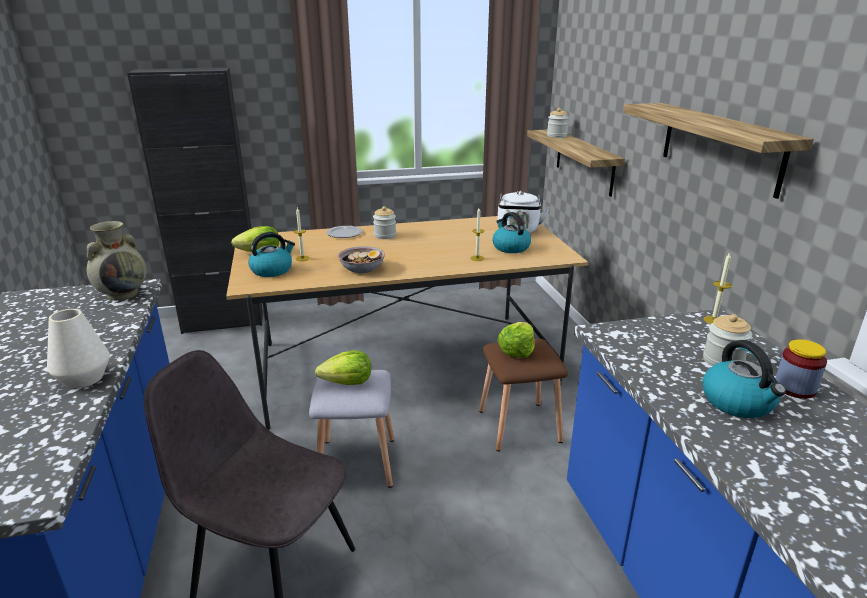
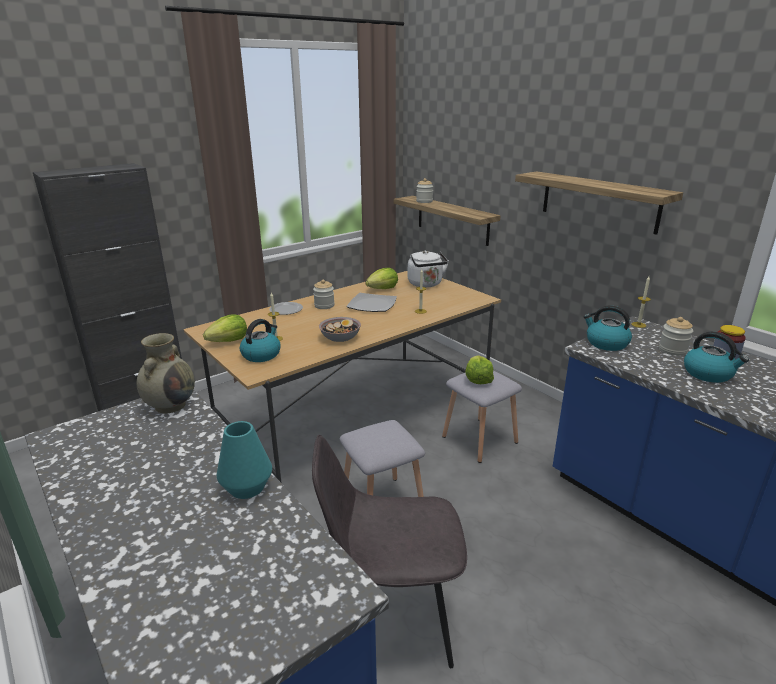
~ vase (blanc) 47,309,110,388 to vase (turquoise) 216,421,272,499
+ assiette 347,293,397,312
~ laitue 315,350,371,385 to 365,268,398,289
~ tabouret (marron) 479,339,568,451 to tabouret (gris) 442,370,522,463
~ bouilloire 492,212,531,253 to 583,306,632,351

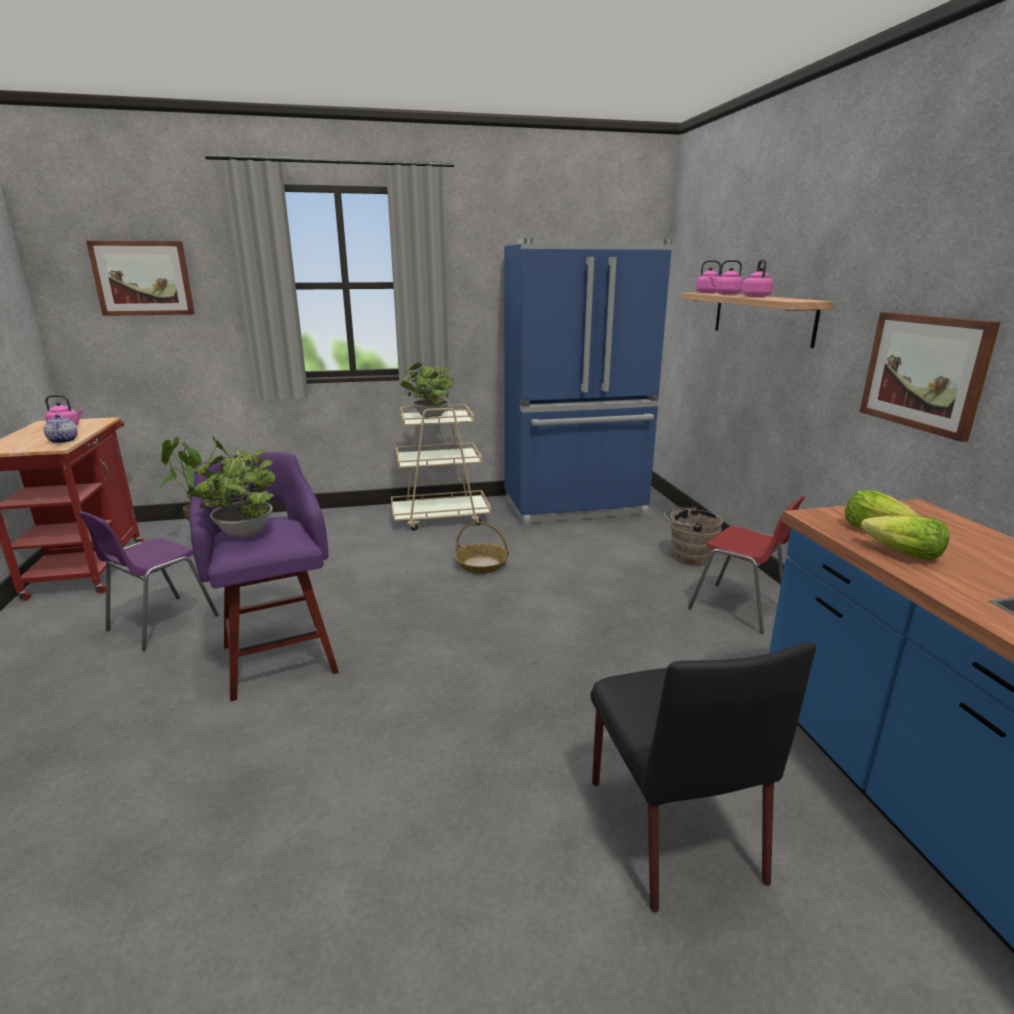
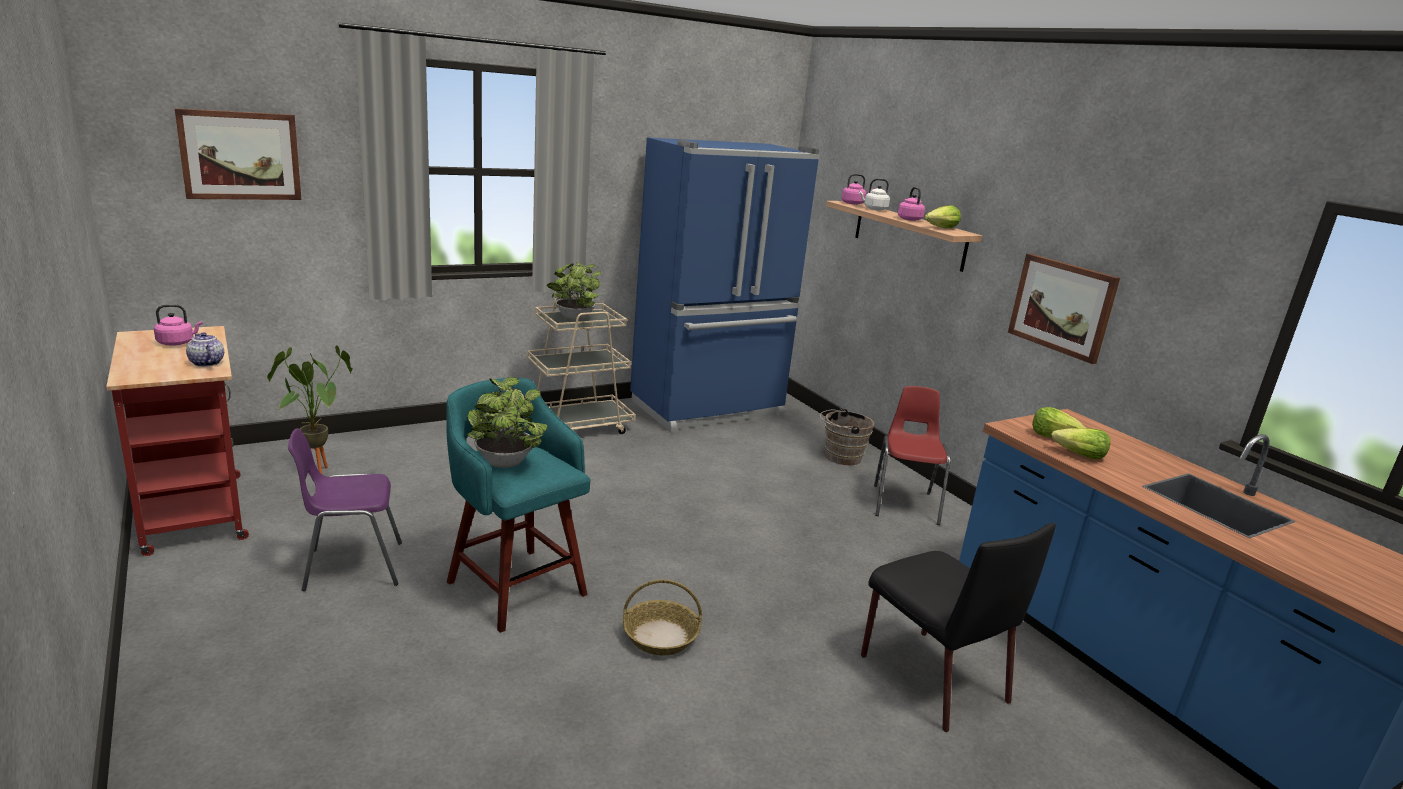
~ chaise (violet) 78,511,219,651 = 288,428,402,591 60 degrees clockwise
~ tabouret (violet) 190,452,339,701 to tabouret (turquoise) 446,378,590,633
~ panier 454,521,509,574 to 623,579,702,655
~ bouilloire (rose) 709,260,743,295 to bouilloire (blanc) 859,178,890,211
~ chaise (rouge) 688,496,805,634 = 874,386,951,525 105 degrees counterclockwise
+ laitue 924,205,961,228

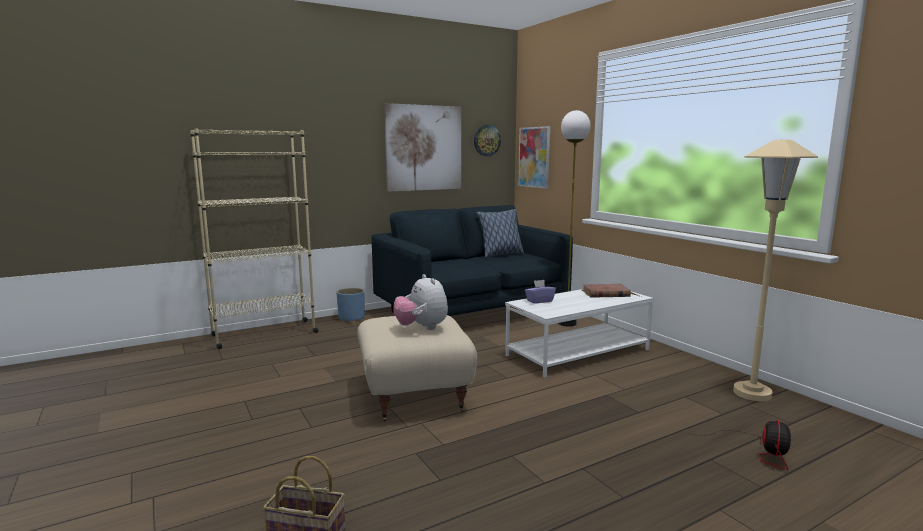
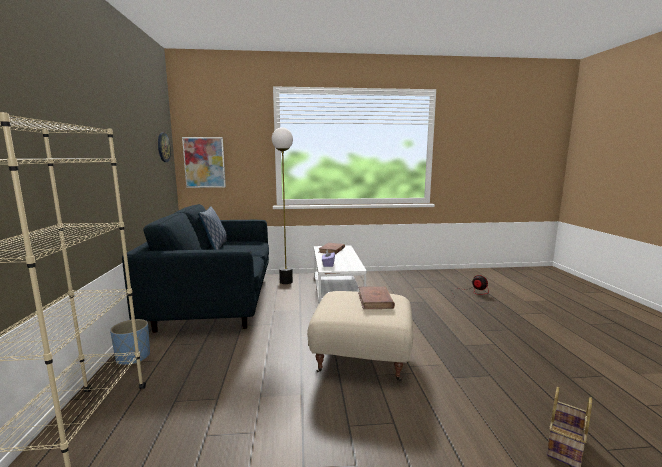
~ peluche 393,274,448,330 to livre (marron) 358,286,395,309
- tableau 384,103,461,192
- lampadaire (beige) 733,140,818,401

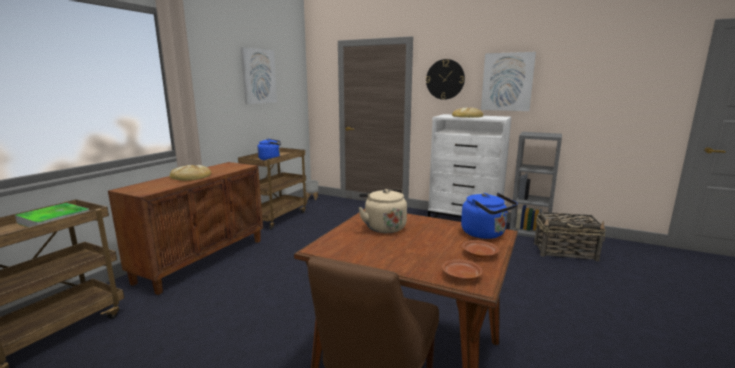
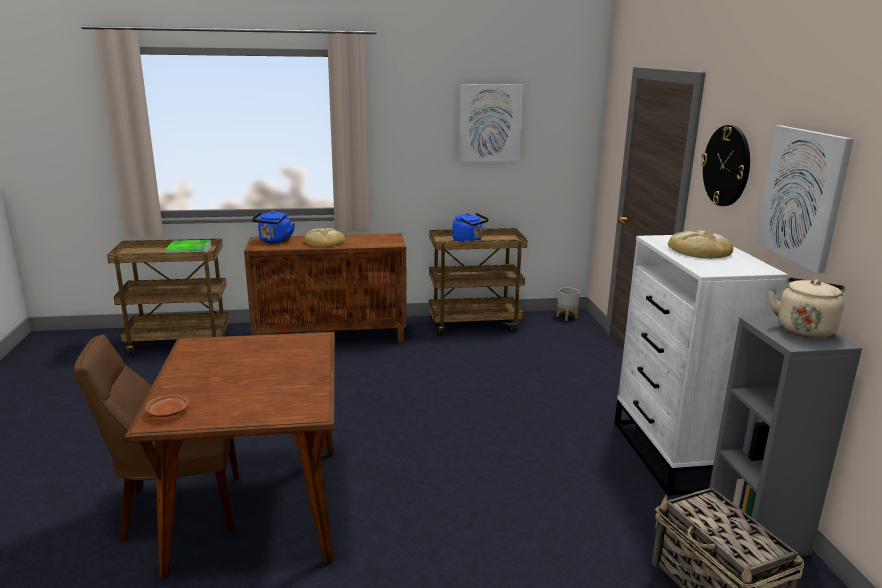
~ bouilloire (bleu) 461,193,518,239 to 252,211,295,244
~ bouilloire (beige) 358,189,407,233 to 769,277,845,338
- assiette (marron) 462,240,500,258

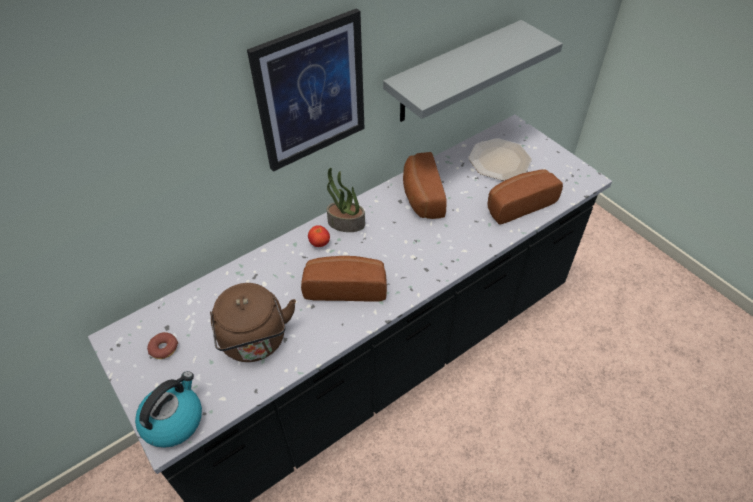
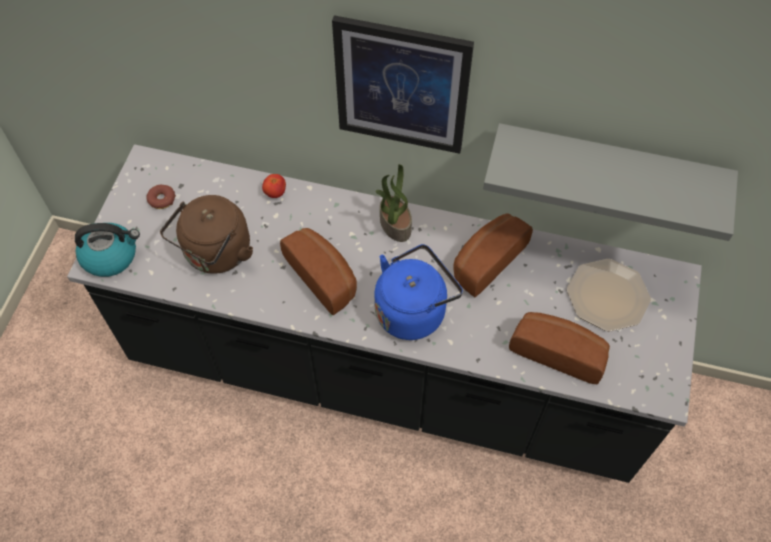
~ tomate 308,225,330,247 to 262,174,286,198
+ bouilloire (bleu) 374,244,463,340

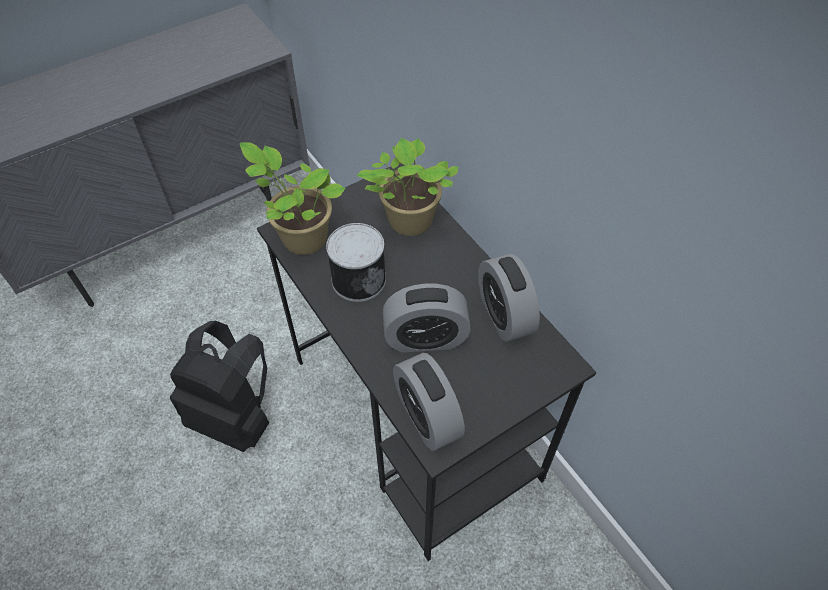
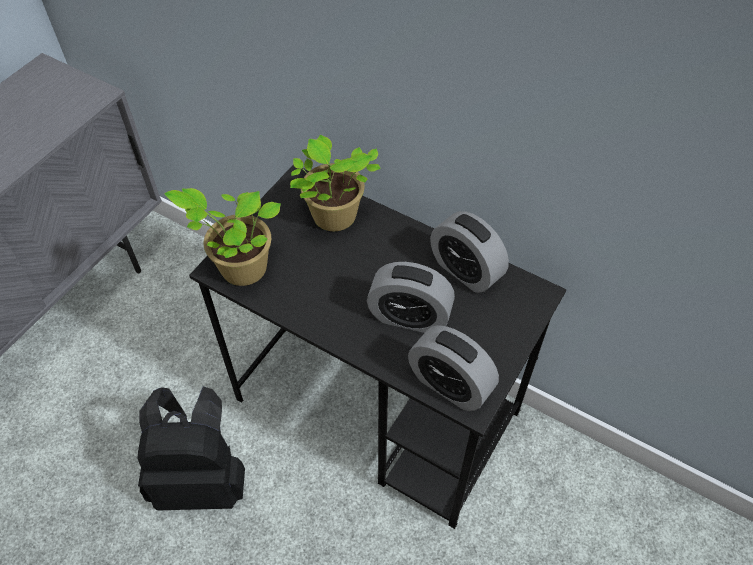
~ réveil 383,283,471,352 = 367,262,455,333 45 degrees clockwise
- boîte métallique 326,223,386,302

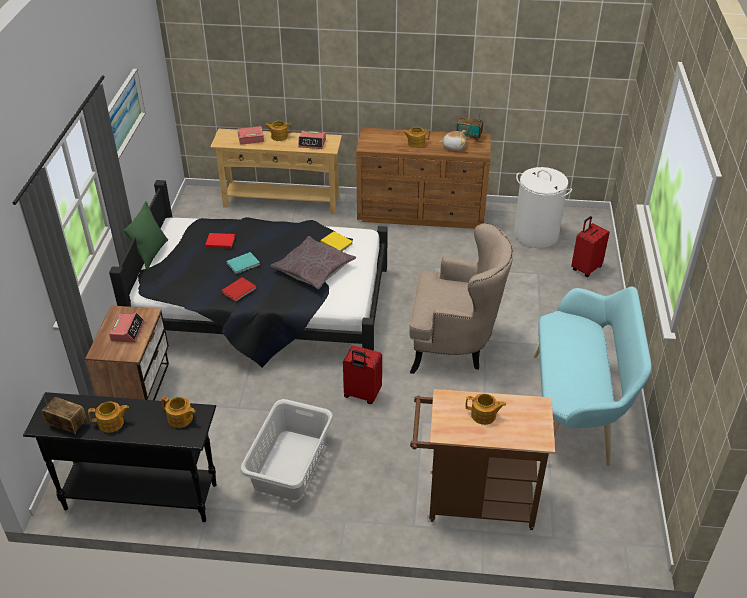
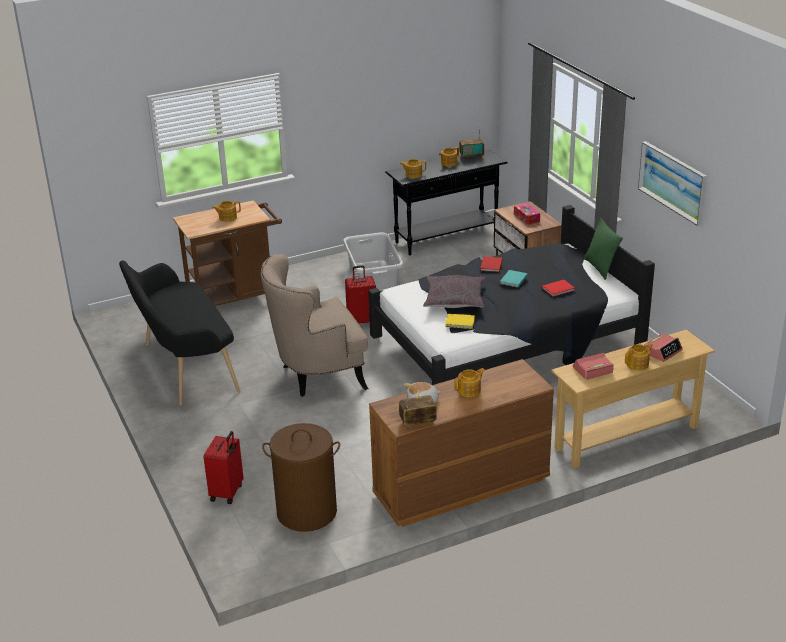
~ banc (turquoise) 534,286,652,466 to banc (noir) 119,260,240,406
~ panier à linge (blanc) 514,167,572,248 to panier à linge (marron) 262,423,340,532
~ réveil 109,313,145,343 to boîte à mouchoirs 514,203,540,225

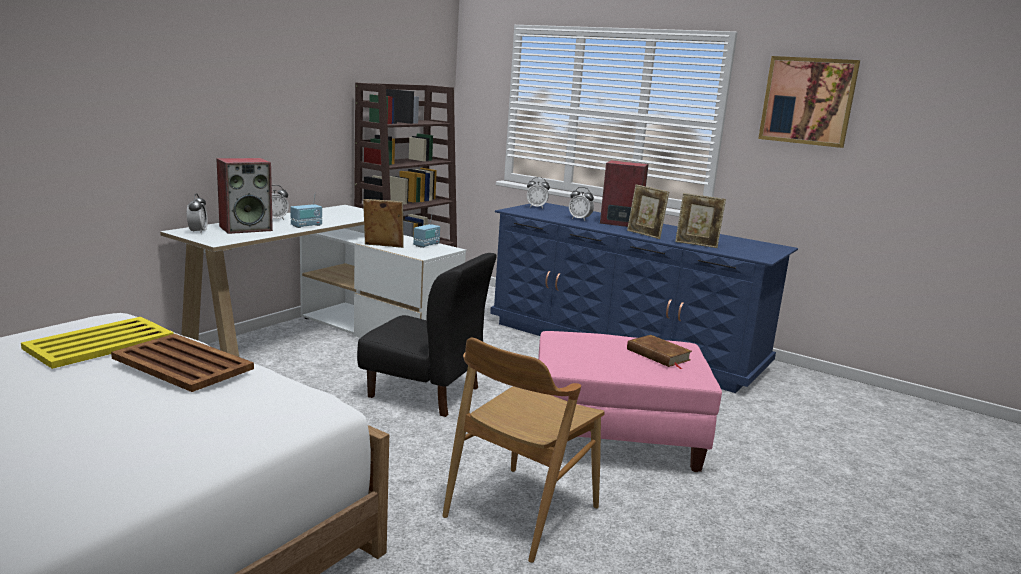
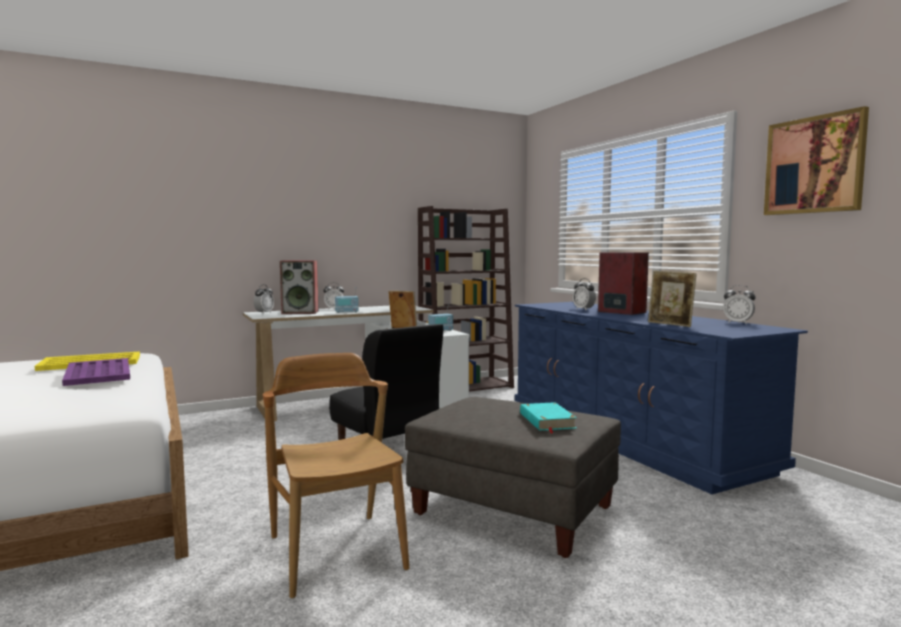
~ plateau (marron) 111,334,254,392 to plateau (violet) 62,358,130,386
~ chaise (marron) 442,338,604,563 = 263,353,409,599 90 degrees clockwise
~ pouf (rose) 538,331,722,472 to pouf (gris) 405,397,621,558
~ livre (marron) 627,335,692,369 to livre (turquoise) 520,402,577,434
~ réveil 527,177,550,209 to 723,285,756,324
- cadre photo 627,184,669,239

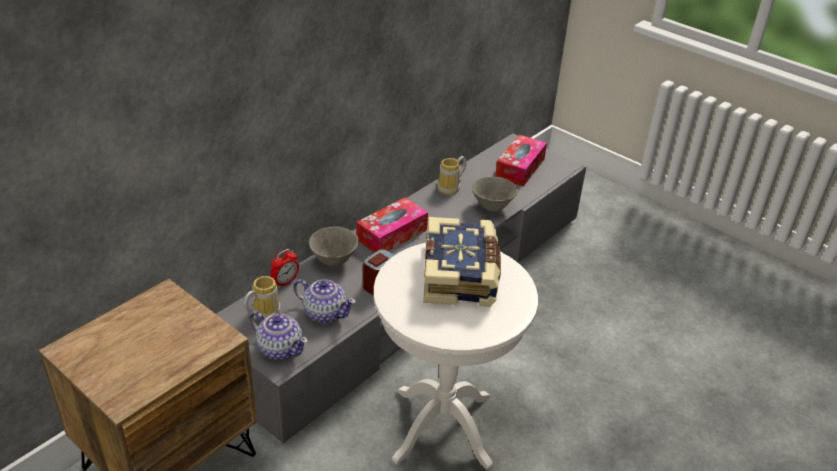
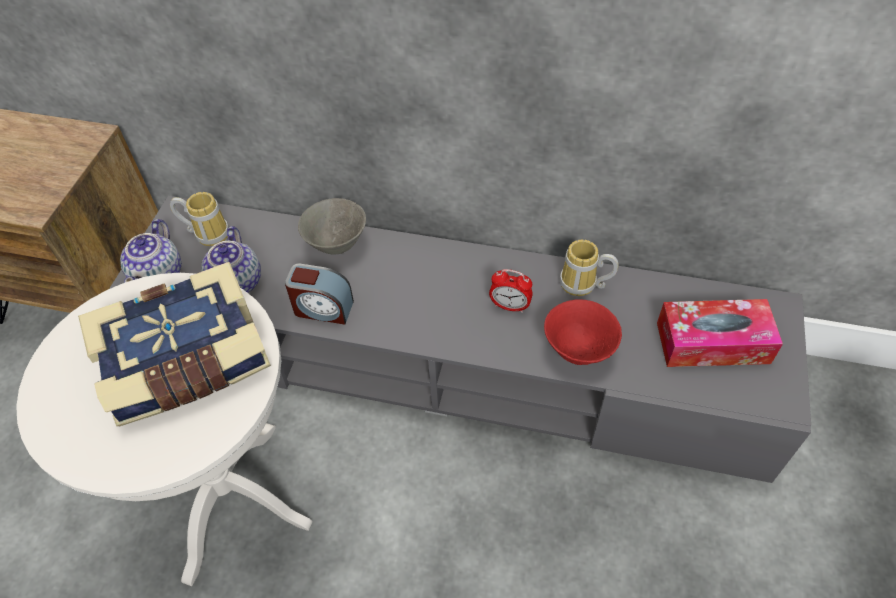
~ réveil 270,249,299,288 to 489,269,533,313
~ bol (gris) 472,177,518,211 to bol (rouge) 544,299,622,365
- boîte à mouchoirs 356,198,428,253

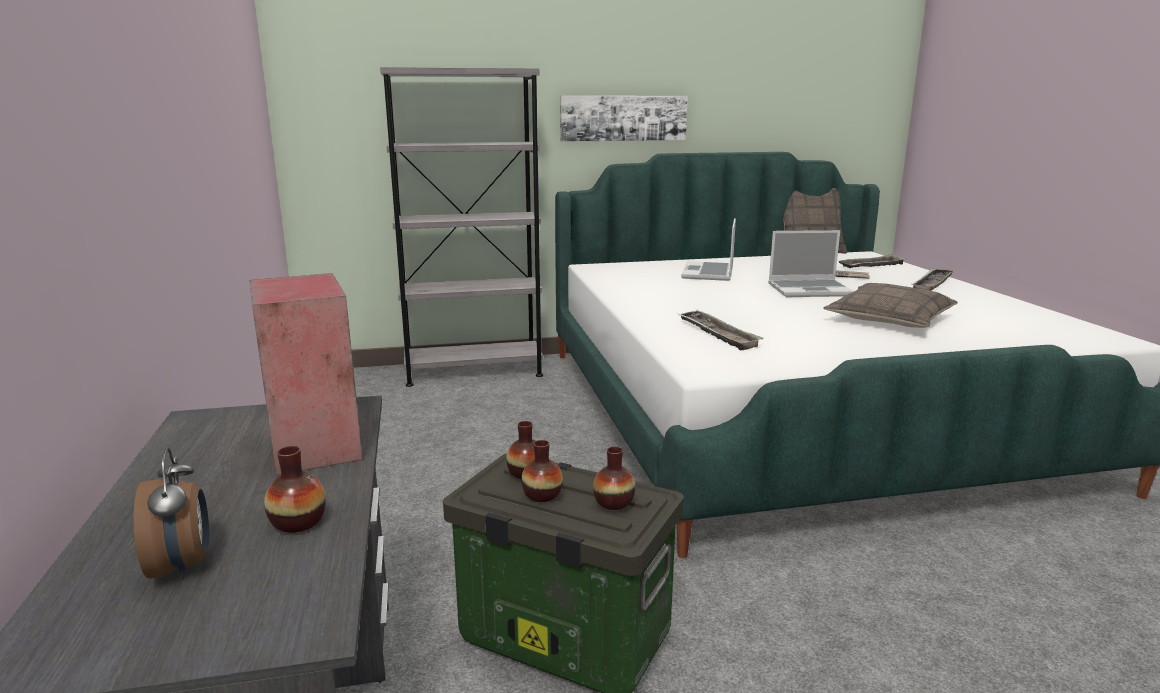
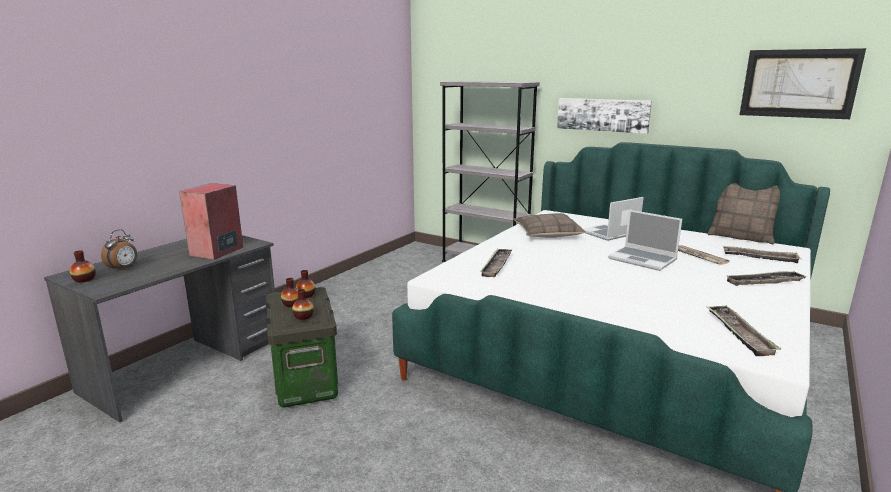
~ vase 264,446,326,533 to 70,250,96,282
~ coussin 823,283,958,328 to 513,213,586,238
+ plateau 706,305,781,356
+ tableau 740,48,866,119

